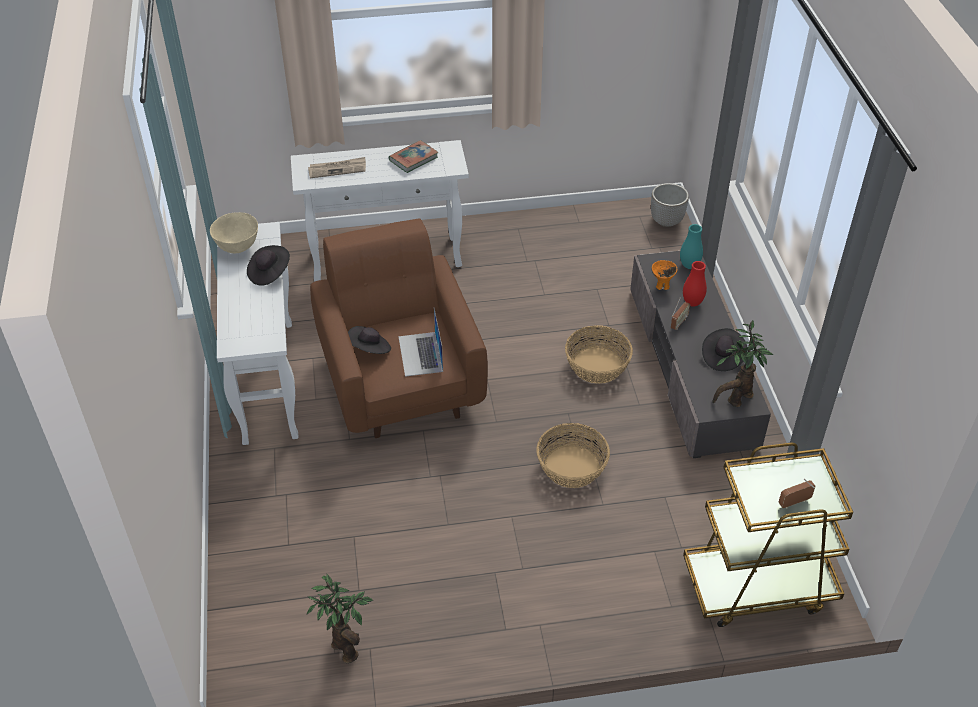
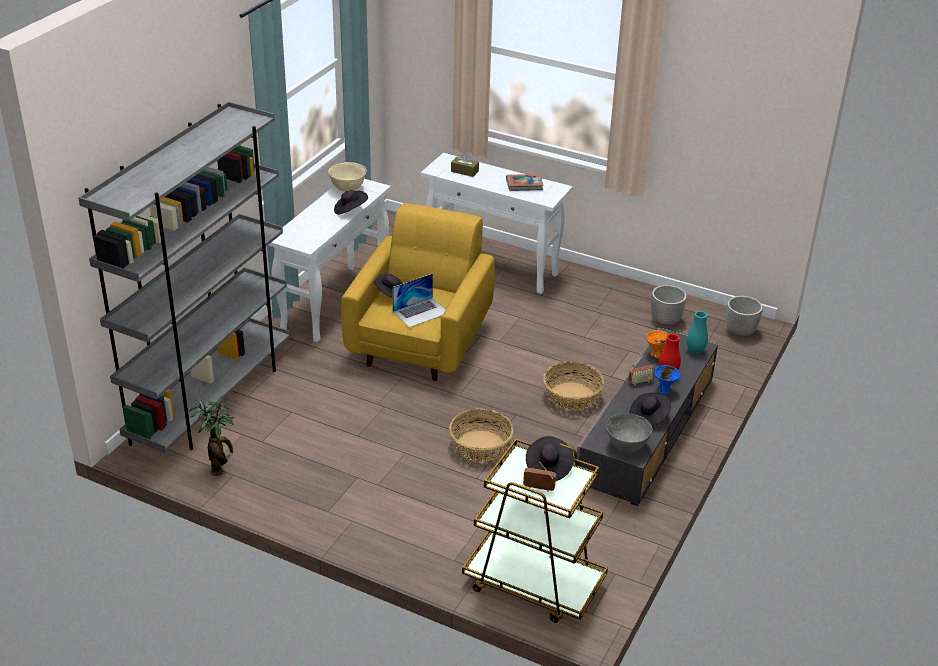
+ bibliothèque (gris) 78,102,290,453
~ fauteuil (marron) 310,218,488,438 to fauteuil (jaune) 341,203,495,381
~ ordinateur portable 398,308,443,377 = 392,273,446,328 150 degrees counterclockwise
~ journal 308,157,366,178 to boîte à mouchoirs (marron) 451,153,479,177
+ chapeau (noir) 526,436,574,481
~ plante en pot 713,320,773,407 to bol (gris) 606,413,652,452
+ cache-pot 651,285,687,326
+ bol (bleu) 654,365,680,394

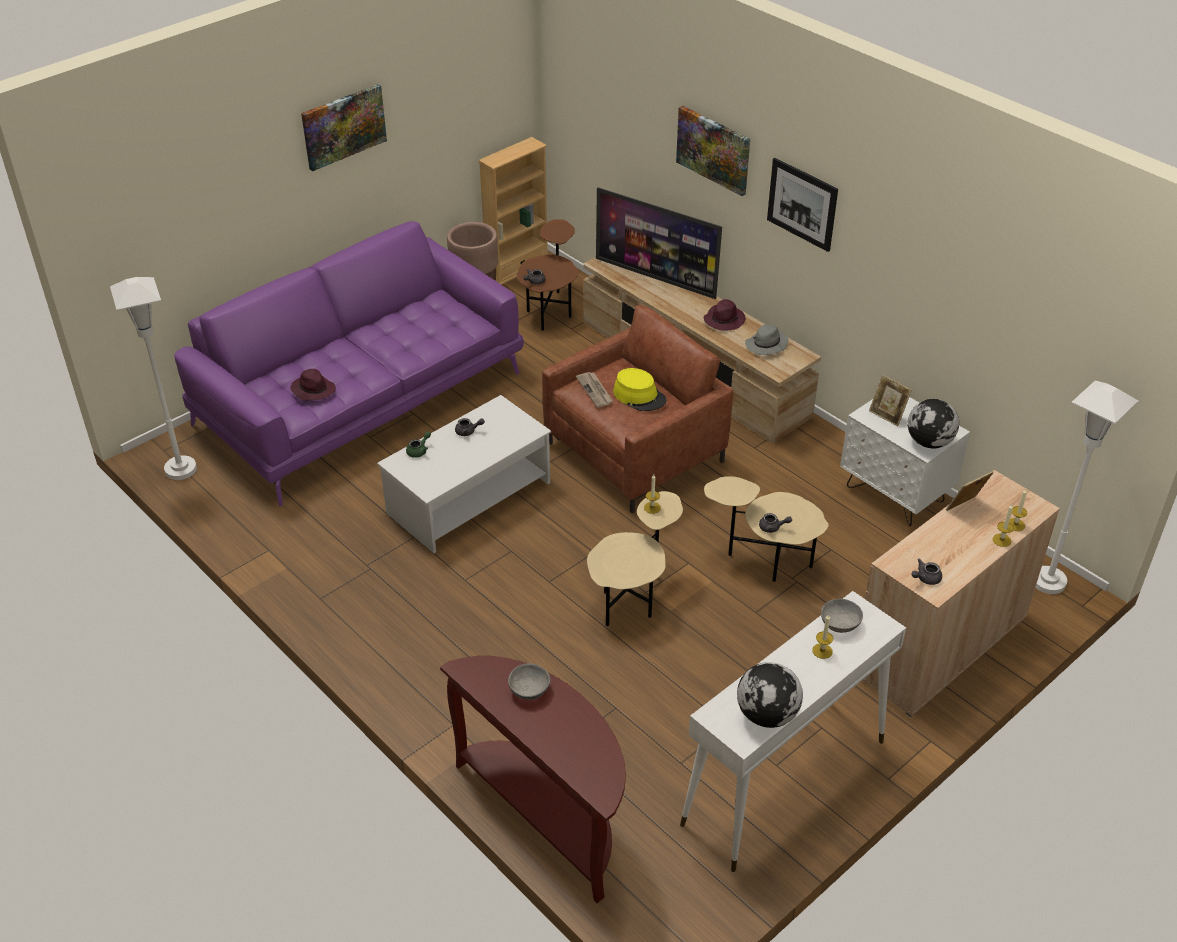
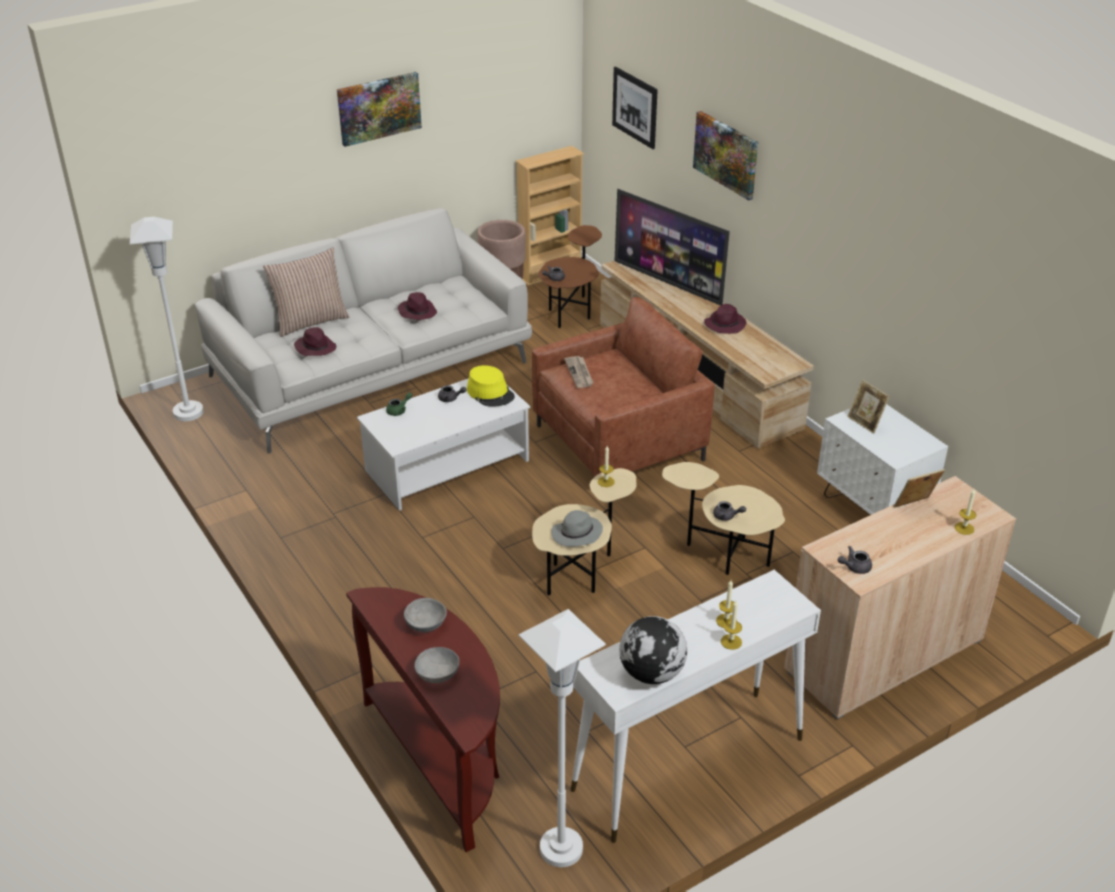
~ canapé (violet) 174,221,524,506 to canapé (blanc) 195,208,532,454
+ coussin 263,247,350,337
+ chapeau (violet) 398,292,437,320
~ bol (gris) 821,599,863,633 to 414,647,459,683
~ chapeau (jaune) 613,368,666,411 to 467,365,515,407
~ lampadaire (blanc) 1035,381,1139,594 to 518,609,606,867
~ chapeau (gris) 745,324,789,355 to 551,510,603,547
~ tableau 767,158,838,252 to 612,67,658,149
~ bougie 992,504,1014,547 to 721,601,742,650
- globe 908,399,959,448

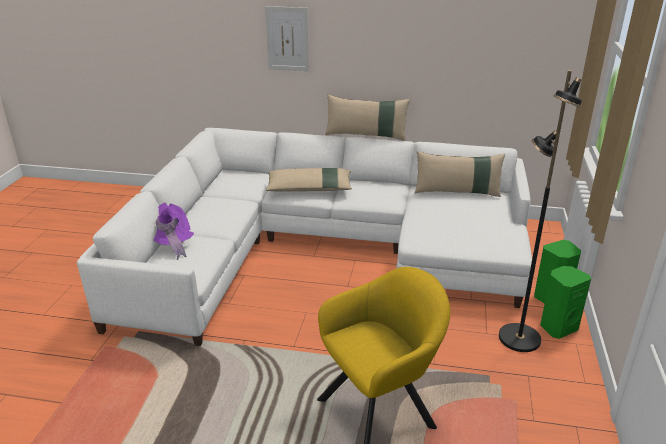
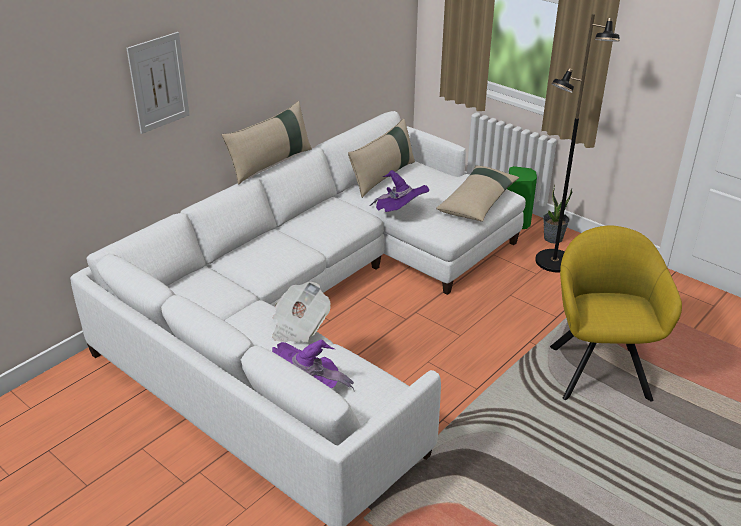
+ journal 272,282,331,343
+ chapeau (violet) 370,170,429,212
~ coussin (beige) 266,168,352,192 to 436,165,519,221
~ enceinte (vert) 540,266,591,339 to plante en pot 543,185,572,243

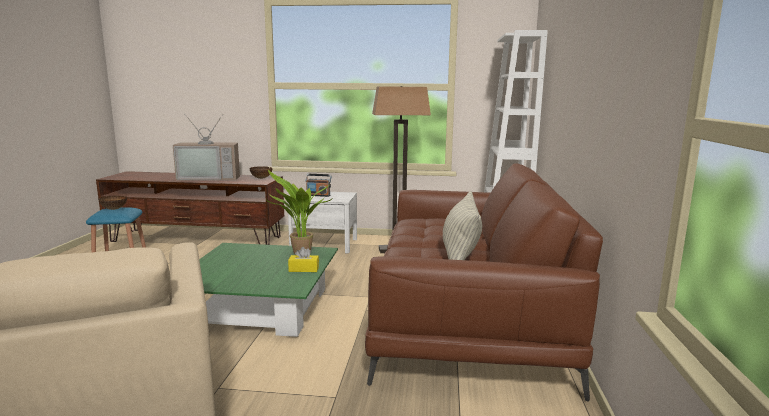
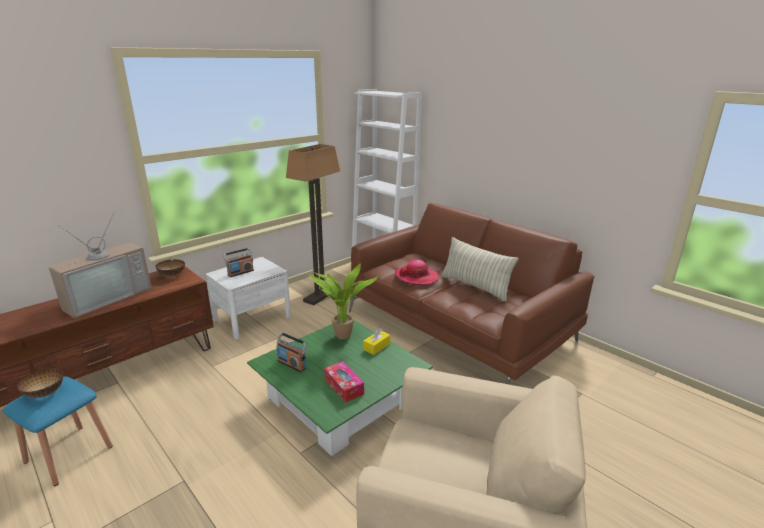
+ radio 276,332,307,372
+ boîte à mouchoirs 324,361,364,402
+ chapeau 395,260,439,285

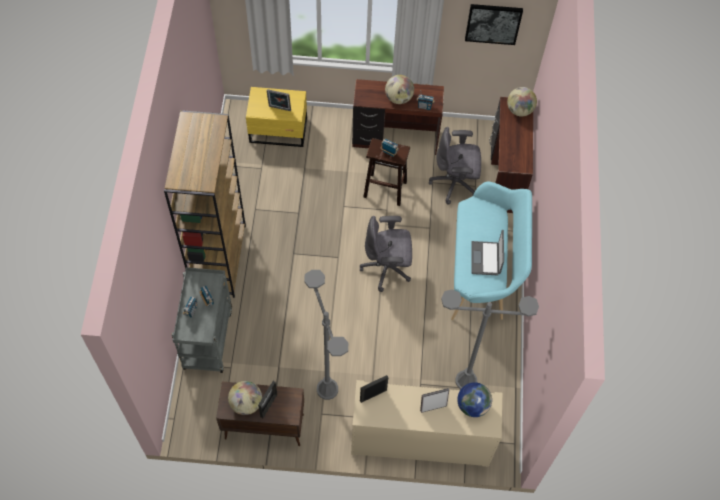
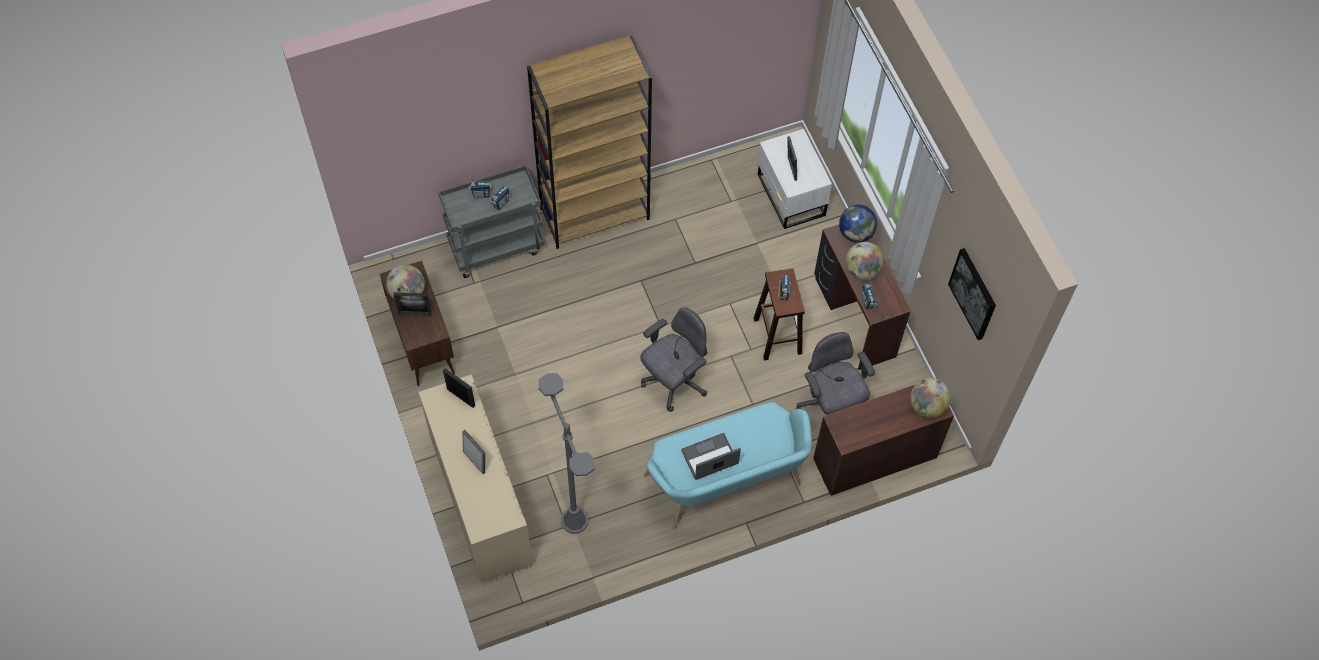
~ chaise de bureau (gris) 360,216,412,292 = 640,307,708,412 75 degrees clockwise
~ table de chevet (jaune) 246,87,307,147 to table de chevet (blanc) 758,129,832,229
~ globe 457,382,492,417 to 839,205,877,243
- lampadaire (gris) 304,270,348,400

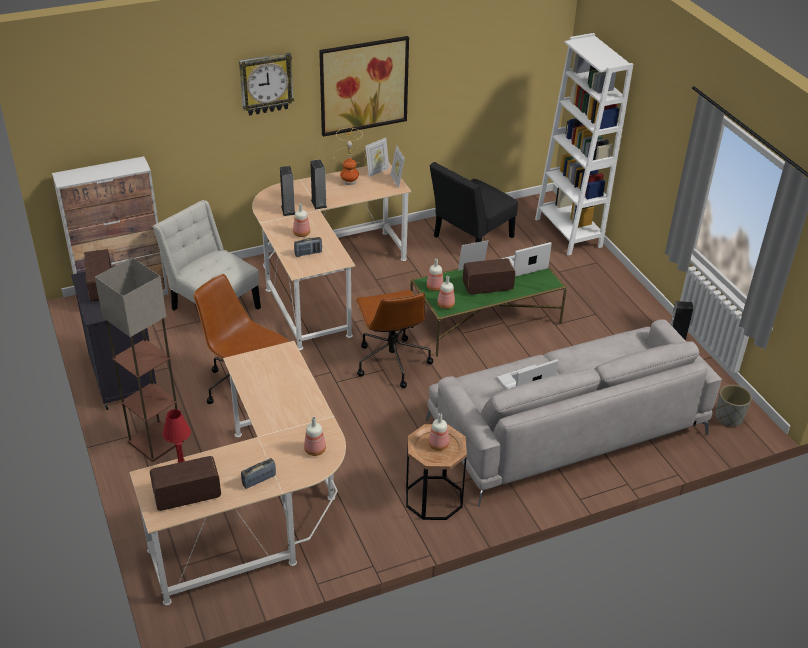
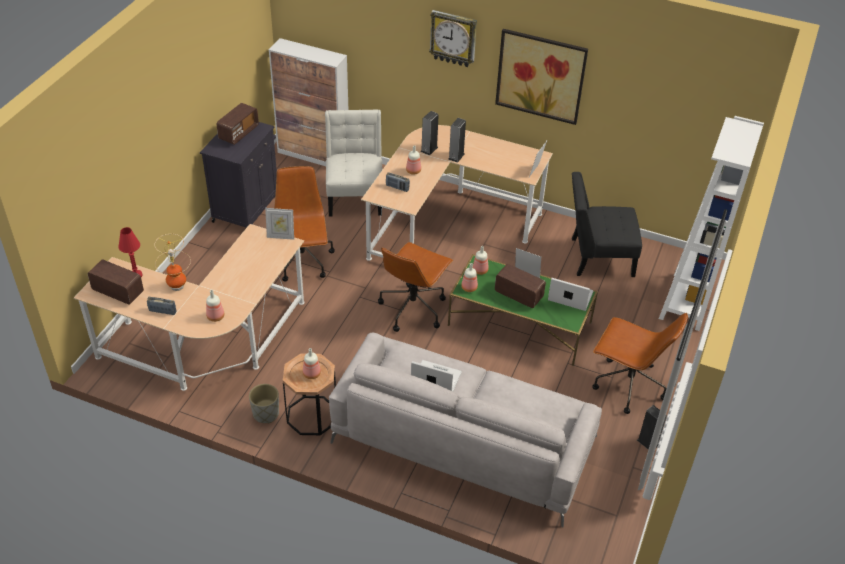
~ lampe de table 333,128,366,185 to 154,234,191,291
~ cache-pot (gris) 715,385,752,427 to 249,384,279,424
~ cadre photo 365,138,389,177 to 265,208,294,240
+ chaise de bureau (marron) 592,313,688,414
- lampadaire 95,258,184,462

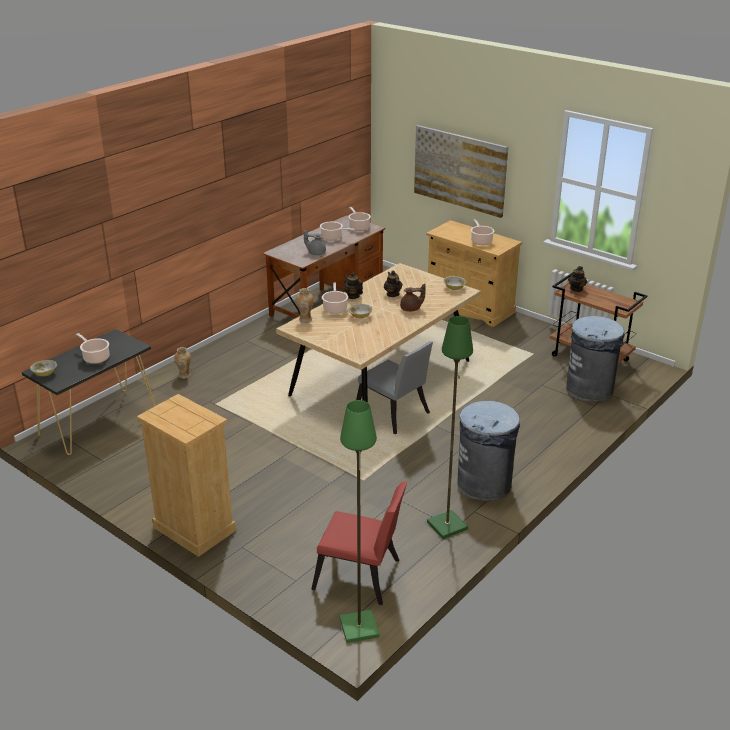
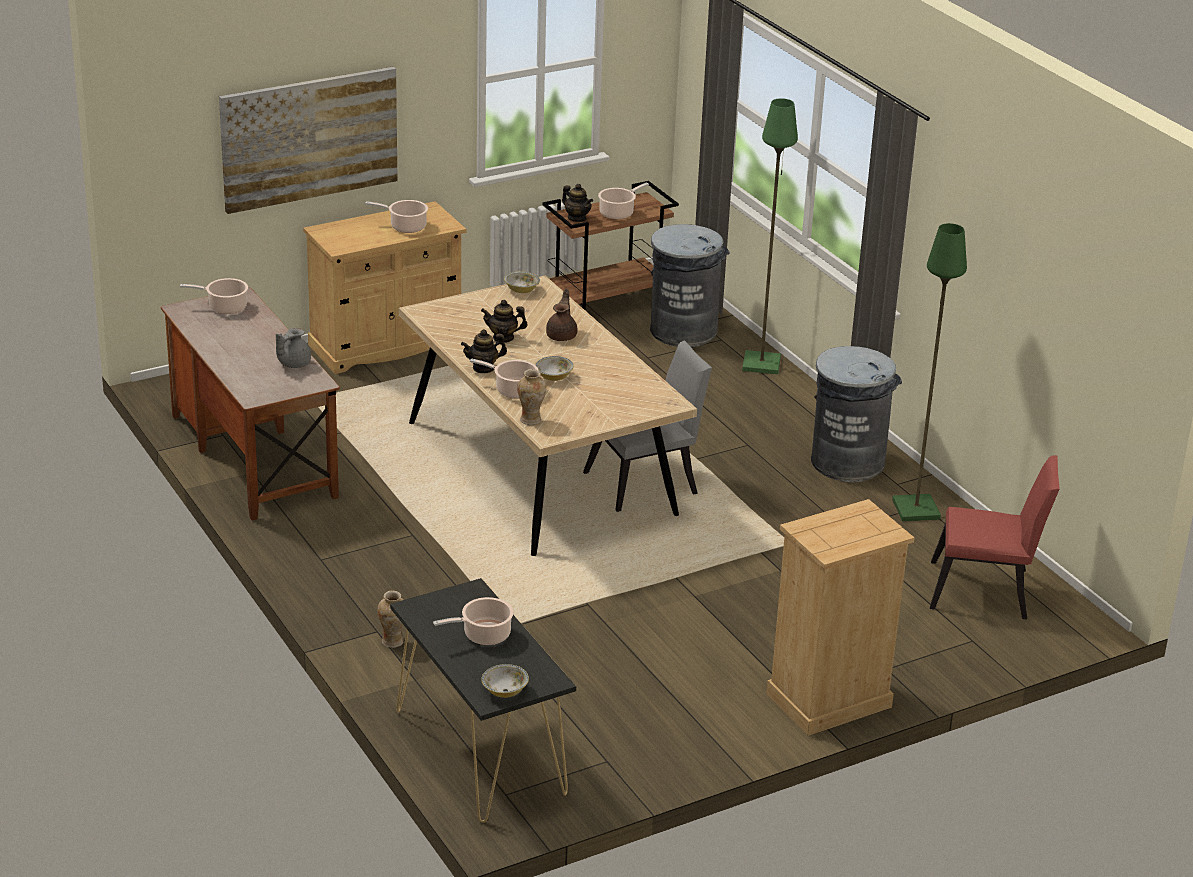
~ marmite 320,222,355,240 to 598,182,649,219
~ lampadaire (vert) 339,400,380,643 to 742,98,798,374
~ chaise (rouge) 311,481,408,605 = 930,455,1060,619 60 degrees clockwise

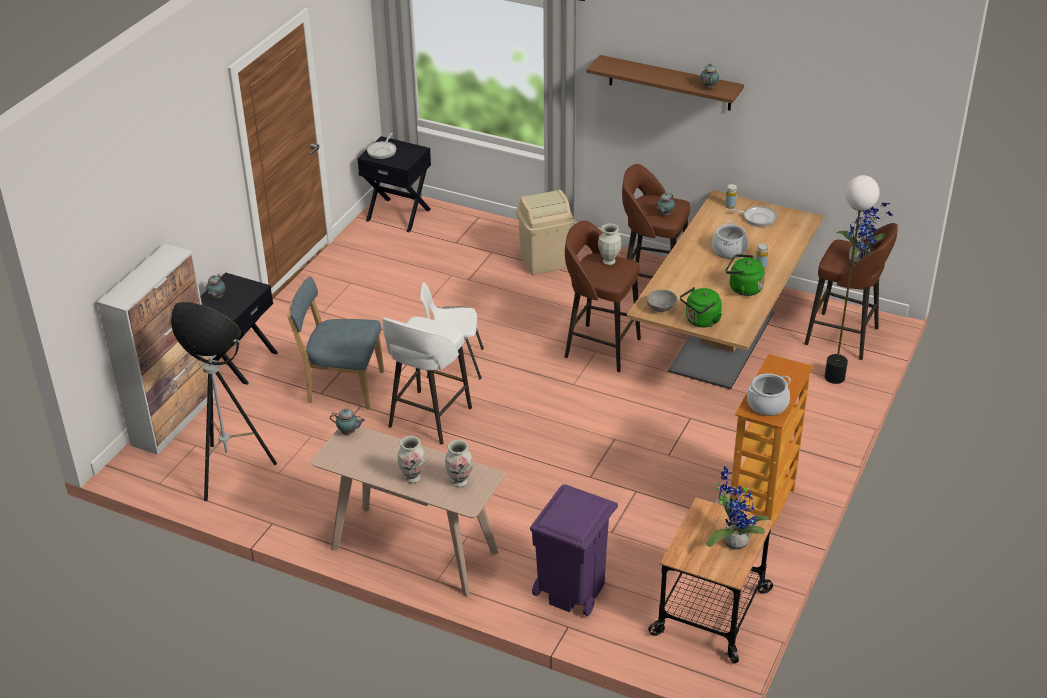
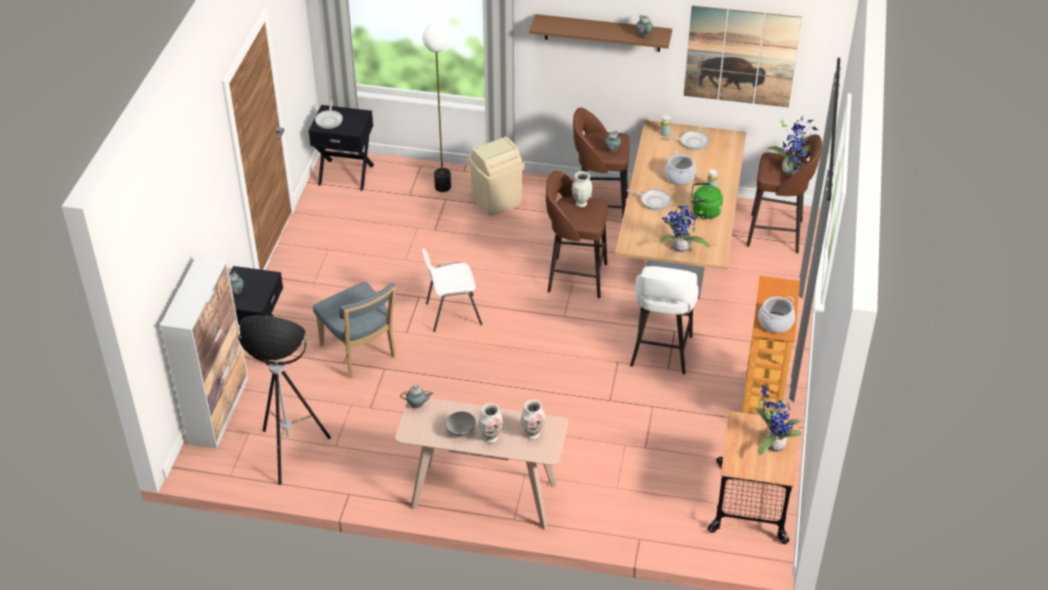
~ chaise (bleu) 287,276,384,410 = 313,282,396,378 120 degrees counterclockwise
~ lampadaire 825,175,880,384 to 422,23,451,192
~ bol (gris) 647,290,677,312 to 446,411,476,437
+ poêle 626,189,671,210
~ tabouret (blanc) 382,317,472,444 to 630,266,699,374
~ bouilloire (vert) 680,287,722,327 to plante en pot 660,206,710,252
+ tableau 684,6,802,108
- poubelle (violet) 530,484,618,616

